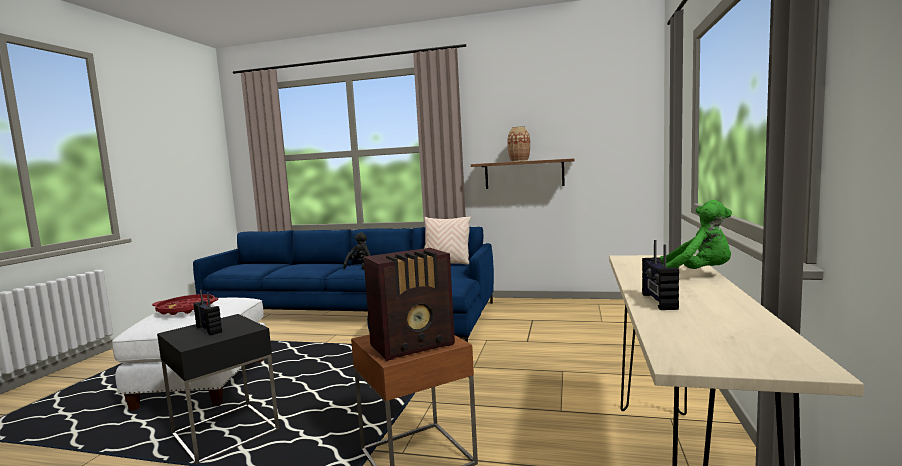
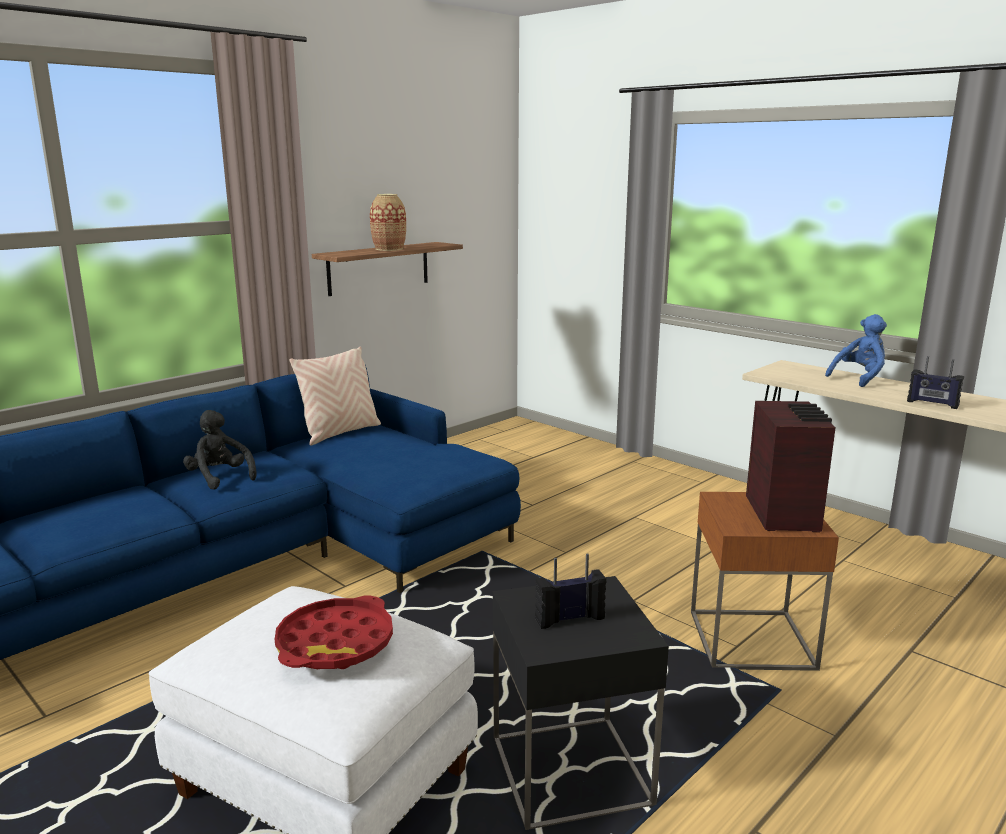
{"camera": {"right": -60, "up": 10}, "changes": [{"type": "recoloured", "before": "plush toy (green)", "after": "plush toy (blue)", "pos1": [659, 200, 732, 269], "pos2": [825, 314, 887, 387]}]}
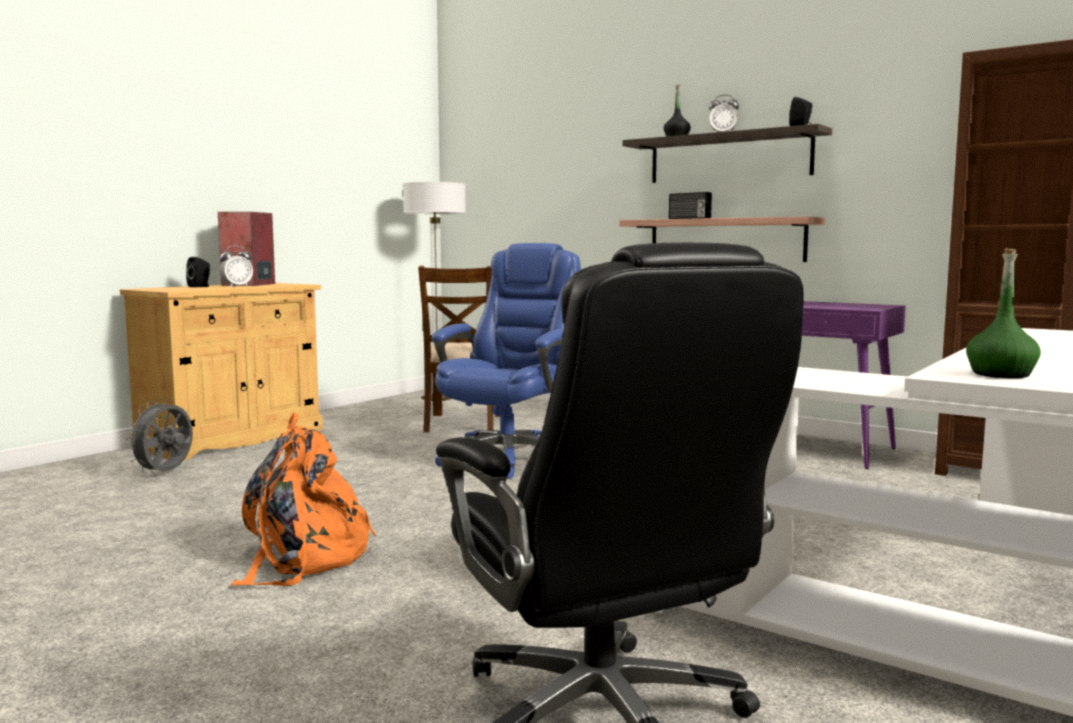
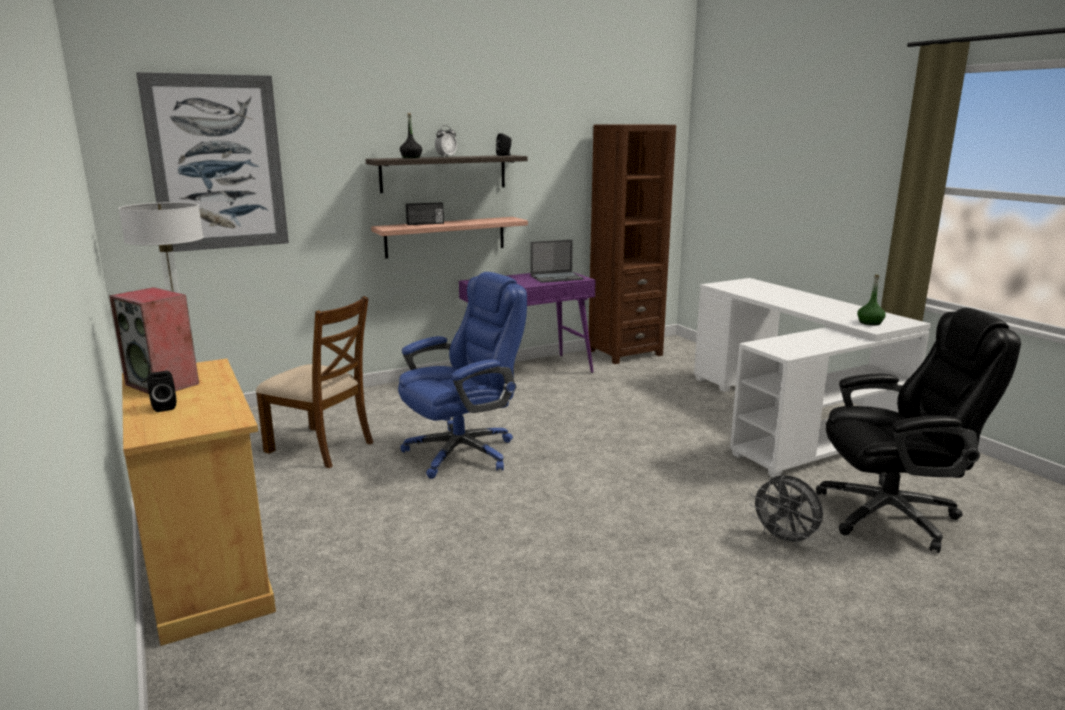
{"camera": {"right": -65, "up": 10}, "changes": [{"type": "turned", "before": "office chair (blue)", "pos1": [432, 243, 581, 479], "pos2": [398, 272, 527, 479], "turn": 90}, {"type": "removed", "before": "alarm clock", "pos1": [219, 246, 253, 288]}, {"type": "moved", "before": "fan (grey)", "pos1": [125, 399, 193, 475], "pos2": [749, 475, 823, 547]}, {"type": "removed", "before": "backpack (orange)", "pos1": [231, 413, 376, 586]}, {"type": "added", "after": "picture", "pos2": [136, 72, 289, 252]}, {"type": "added", "after": "laptop", "pos2": [530, 240, 584, 283]}]}
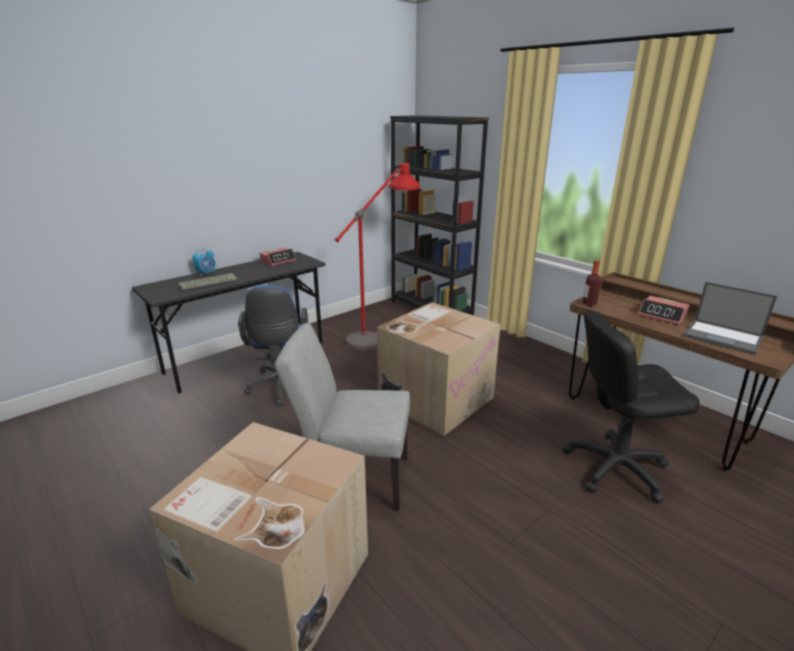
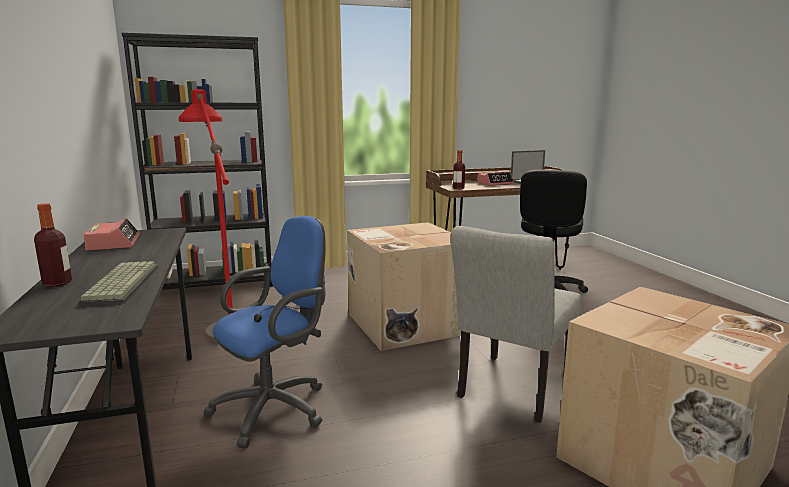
{"camera": {"right": -65, "up": -10}, "changes": [{"type": "replaced", "before": "alarm clock", "after": "bottle", "pos1": [192, 249, 216, 276], "pos2": [34, 203, 72, 287]}, {"type": "turned", "before": "office chair (blue)", "pos1": [238, 286, 308, 406], "pos2": [203, 216, 326, 448], "turn": -60}]}
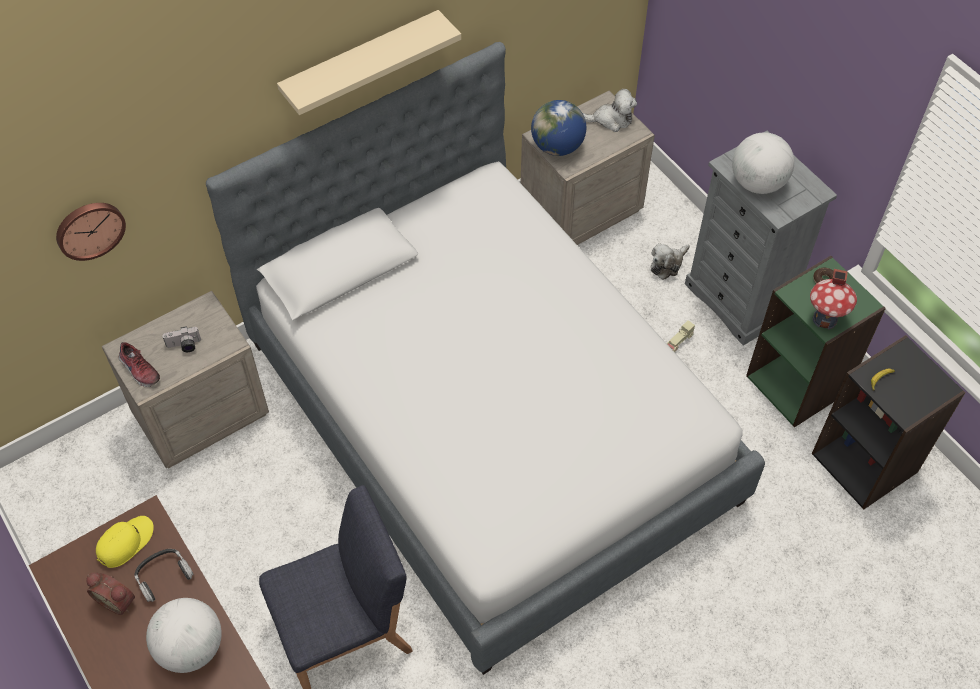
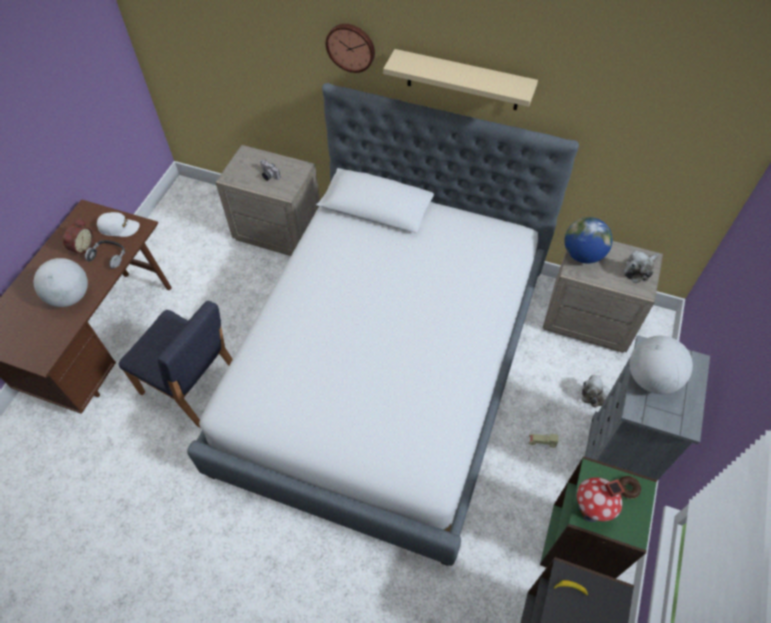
{"camera": {"right": 55, "up": 0}, "changes": [{"type": "turned", "before": "plush toy", "pos1": [583, 89, 637, 132], "pos2": [624, 250, 659, 283], "turn": 90}, {"type": "moved", "before": "wall clock", "pos1": [56, 203, 126, 261], "pos2": [326, 24, 375, 73]}, {"type": "removed", "before": "shoe", "pos1": [118, 342, 160, 387]}, {"type": "recoloured", "before": "cap (yellow)", "after": "cap (white)", "pos1": [96, 516, 154, 568], "pos2": [97, 212, 140, 237]}, {"type": "turned", "before": "alarm clock", "pos1": [86, 572, 135, 615], "pos2": [63, 218, 94, 256], "turn": -150}]}
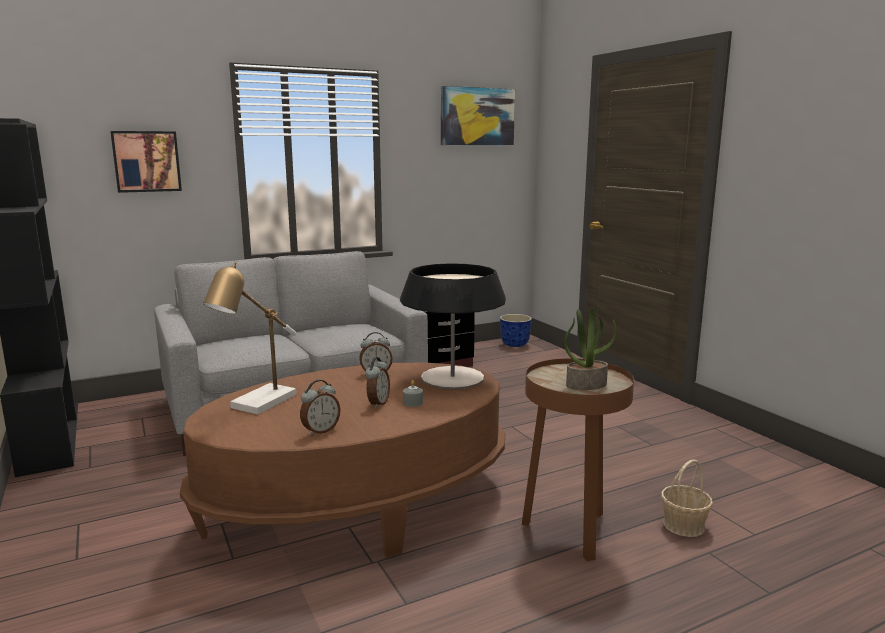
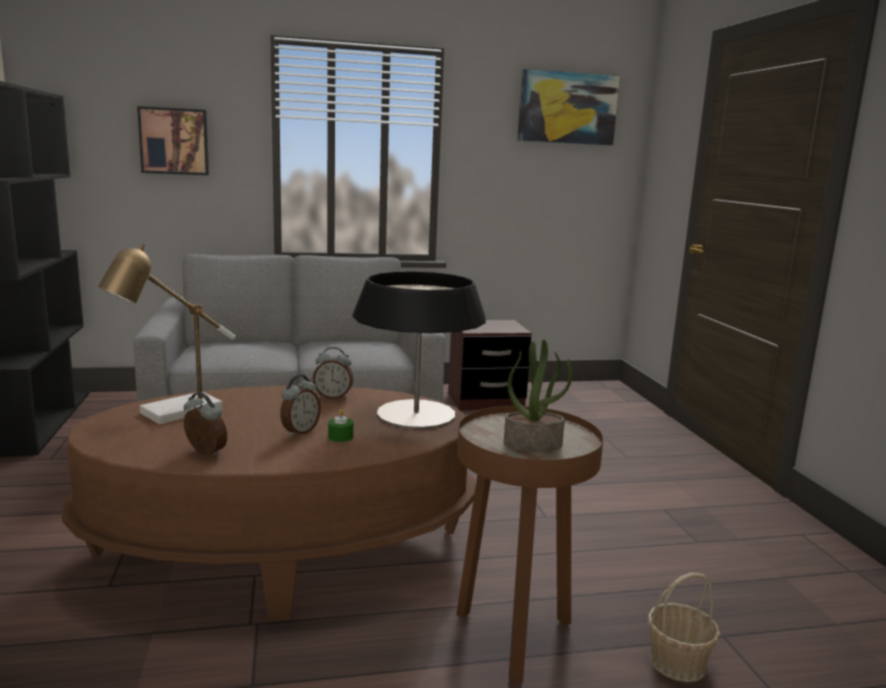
{"camera": {"right": 15, "up": 0}, "changes": [{"type": "removed", "before": "planter", "pos1": [500, 314, 532, 347]}, {"type": "turned", "before": "alarm clock", "pos1": [300, 380, 340, 436], "pos2": [184, 392, 227, 456], "turn": -120}, {"type": "recoloured", "before": "candle (grey)", "after": "candle (green)", "pos1": [403, 380, 423, 407], "pos2": [328, 409, 353, 442]}]}
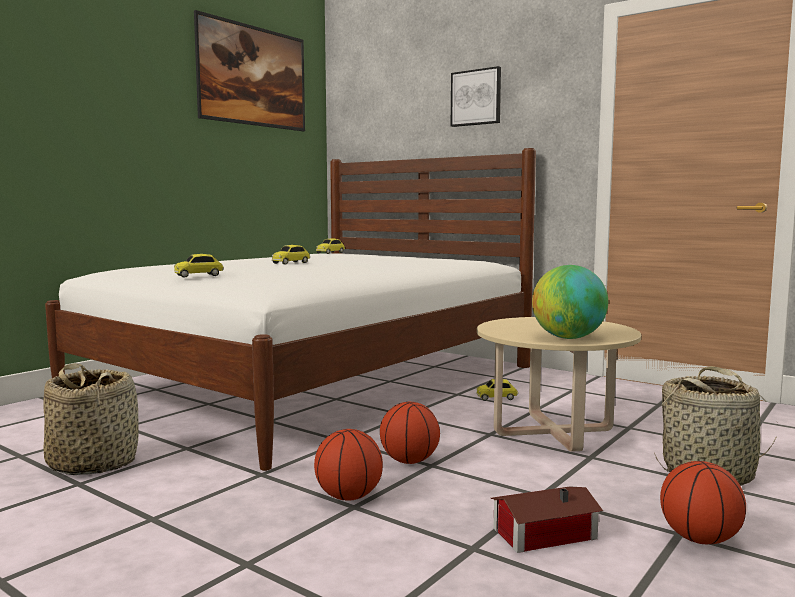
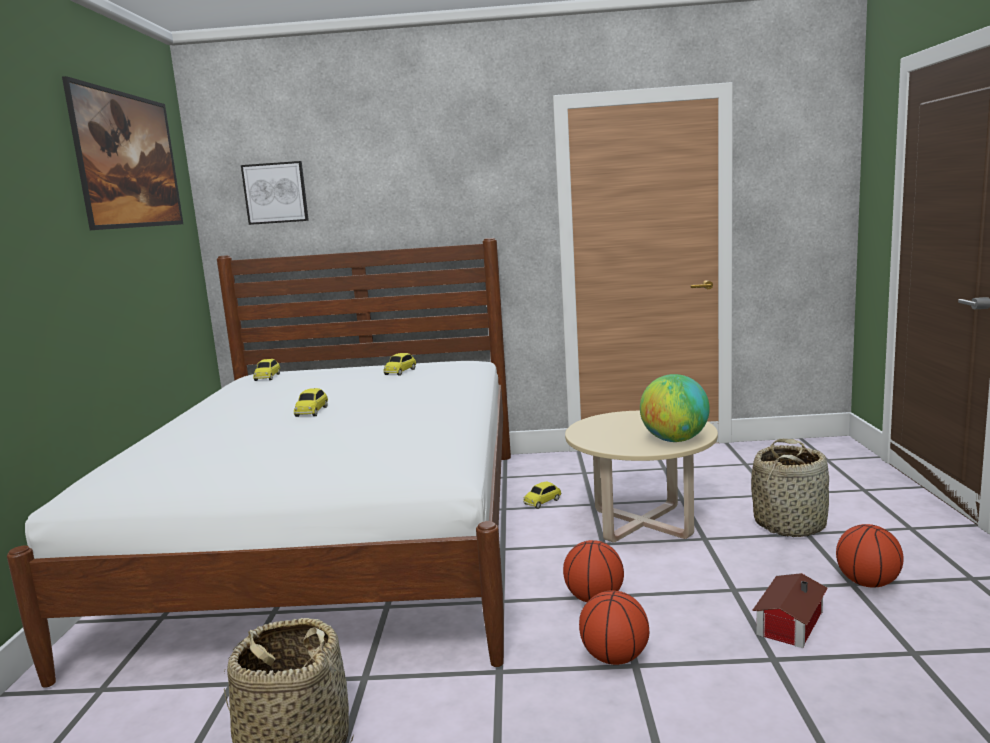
{"camera": {"right": -35, "up": 5}, "changes": [{"type": "moved", "before": "picture", "pos1": [451, 66, 501, 127], "pos2": [241, 161, 309, 225]}, {"type": "moved", "before": "toy car", "pos1": [174, 254, 224, 278], "pos2": [383, 353, 417, 376]}]}
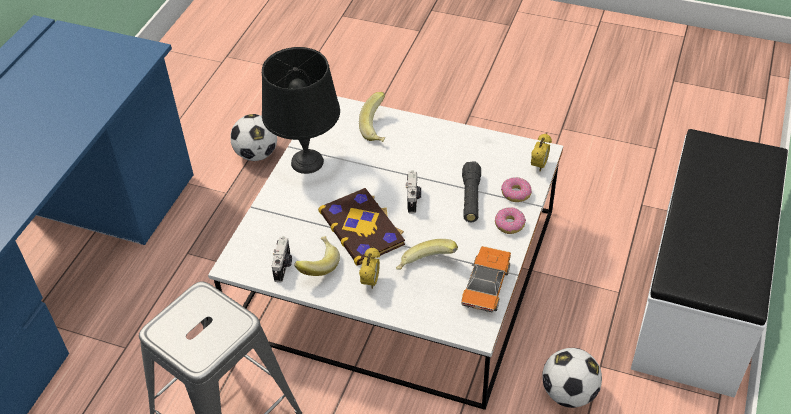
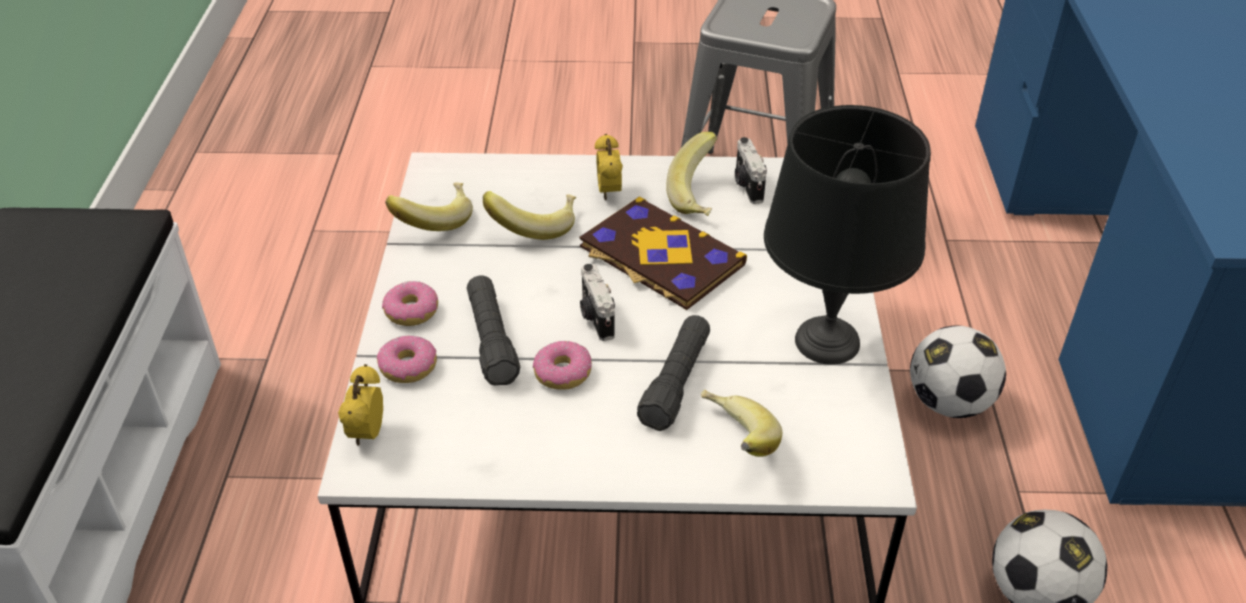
{"camera": {"right": 160, "up": -5}, "changes": [{"type": "replaced", "before": "toy car", "after": "banana", "pos1": [461, 246, 511, 313], "pos2": [385, 182, 473, 231]}, {"type": "moved", "before": "football", "pos1": [542, 348, 602, 408], "pos2": [910, 325, 1006, 418]}, {"type": "added", "after": "flashlight (black)", "pos2": [637, 315, 710, 431]}, {"type": "added", "after": "donut", "pos2": [533, 341, 592, 390]}]}
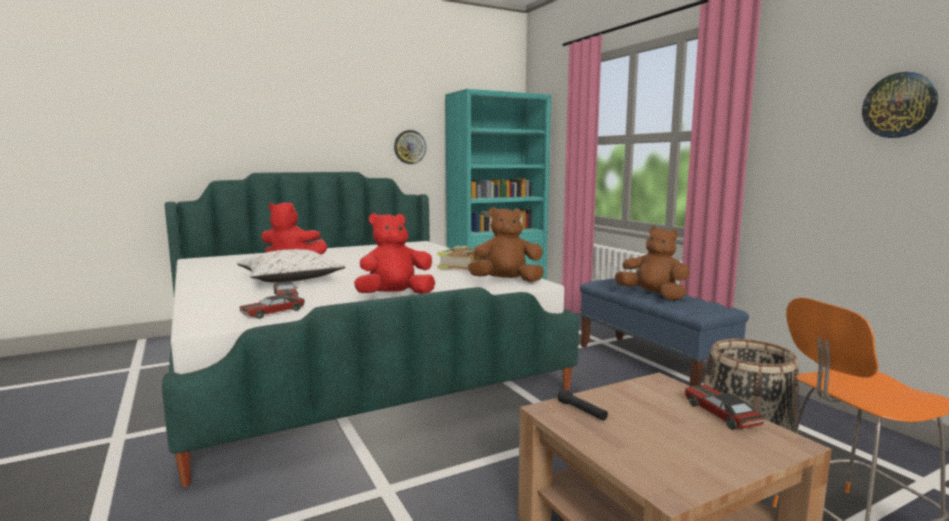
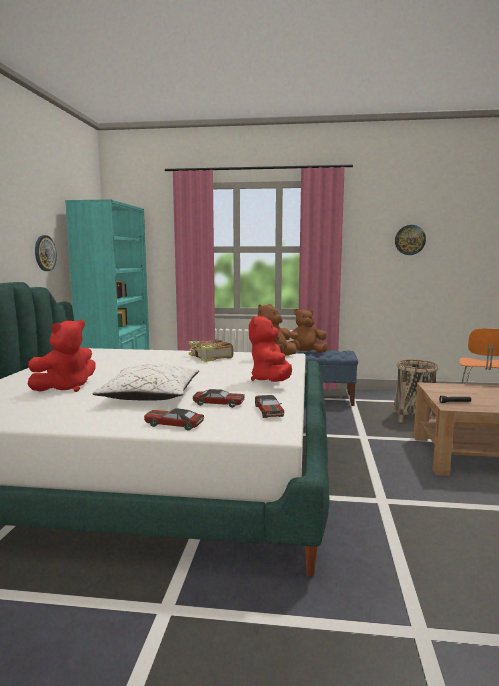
{"camera": {"right": -55, "up": 0}, "changes": [{"type": "moved", "before": "toy car", "pos1": [685, 385, 765, 430], "pos2": [144, 408, 204, 431]}]}
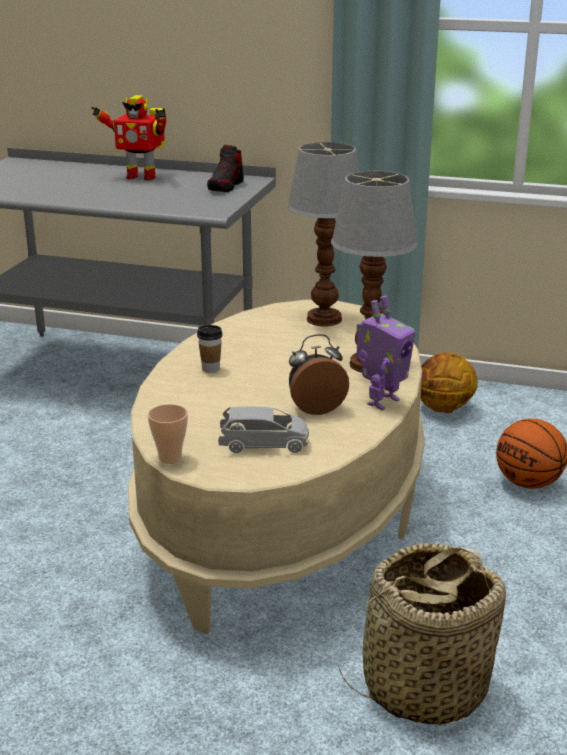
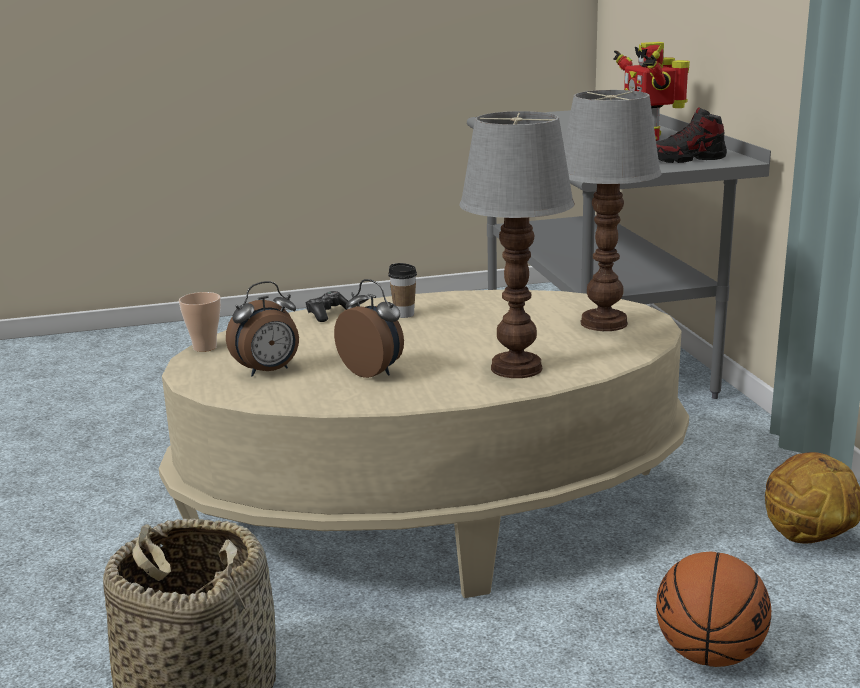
{"camera": {"right": 60, "up": -5}, "changes": [{"type": "removed", "before": "toy robot", "pos1": [357, 296, 415, 410]}, {"type": "replaced", "before": "toy car (grey)", "after": "alarm clock", "pos1": [218, 407, 309, 453], "pos2": [226, 281, 299, 377]}, {"type": "added", "after": "game controller", "pos2": [305, 291, 348, 322]}]}
